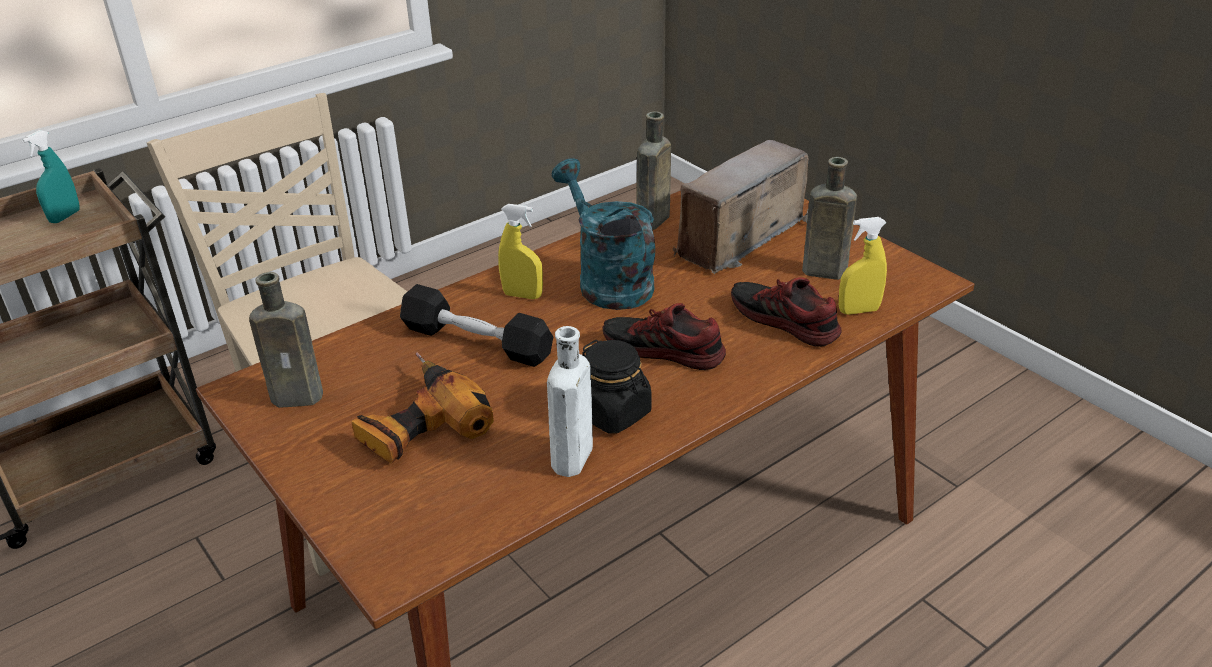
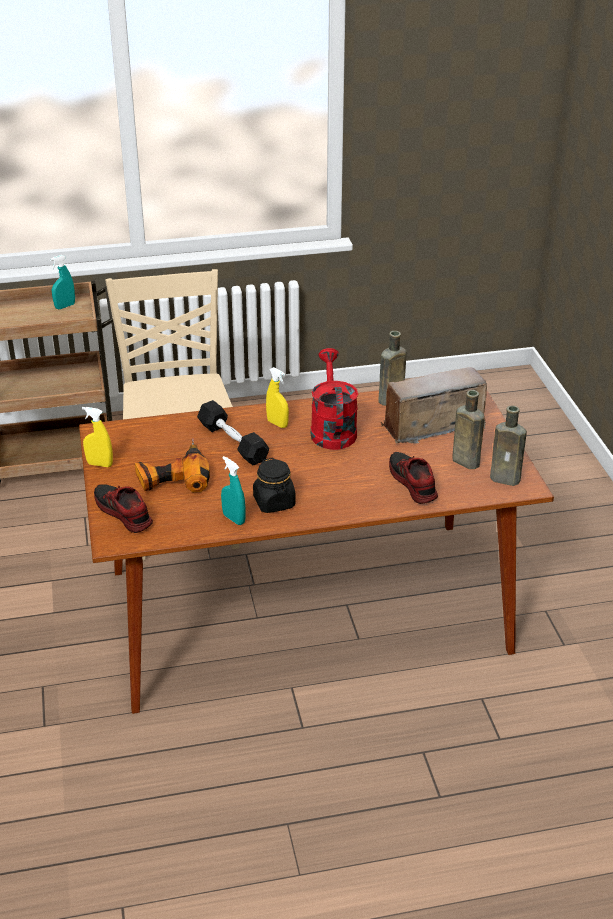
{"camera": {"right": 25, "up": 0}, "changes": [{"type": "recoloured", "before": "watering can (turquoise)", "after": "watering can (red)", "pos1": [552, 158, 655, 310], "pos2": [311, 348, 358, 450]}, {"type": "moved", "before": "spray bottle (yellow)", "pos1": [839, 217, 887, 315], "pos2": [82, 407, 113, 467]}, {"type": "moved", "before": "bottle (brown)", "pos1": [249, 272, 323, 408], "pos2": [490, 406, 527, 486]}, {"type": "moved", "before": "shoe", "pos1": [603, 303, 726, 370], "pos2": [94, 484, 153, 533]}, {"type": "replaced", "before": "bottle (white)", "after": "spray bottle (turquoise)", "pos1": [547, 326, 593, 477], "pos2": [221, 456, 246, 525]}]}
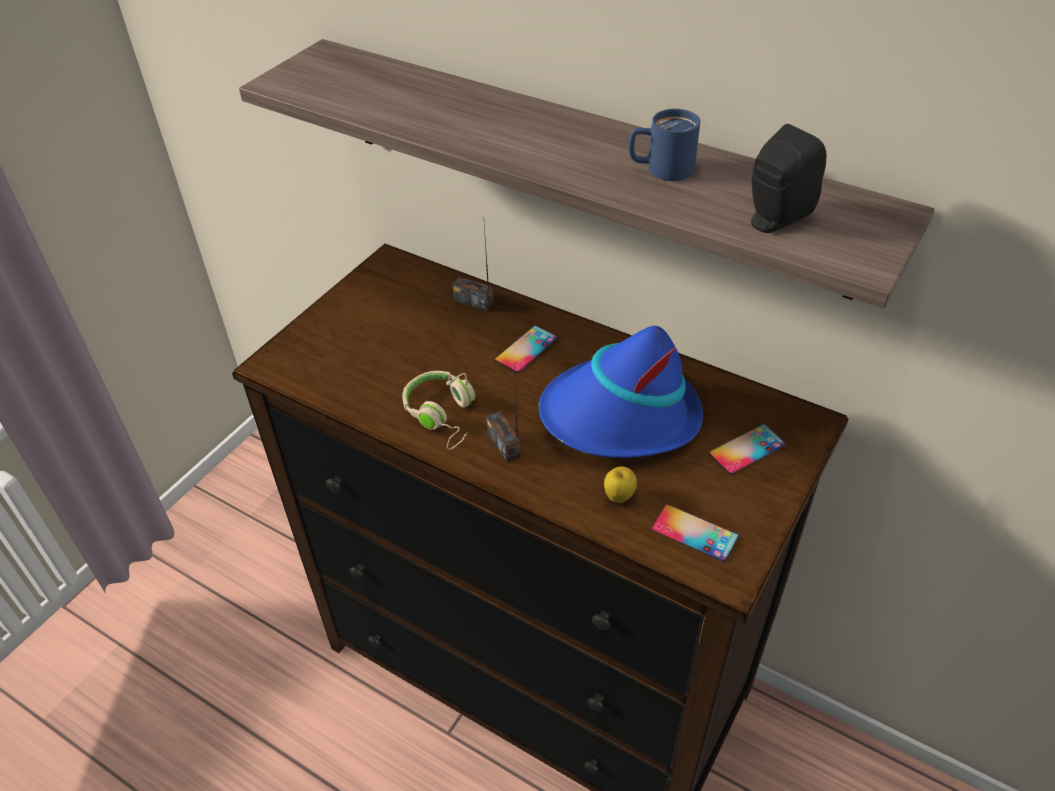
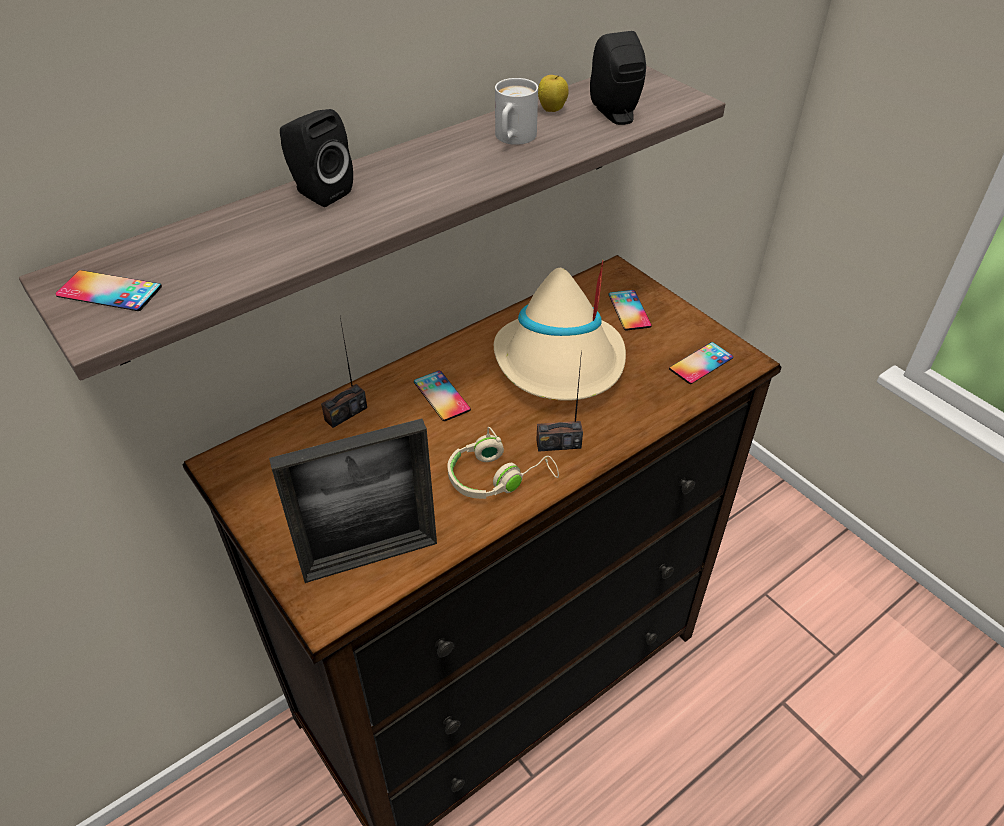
{"camera": {"right": -70, "up": 0}, "changes": [{"type": "recoloured", "before": "mug (blue)", "after": "mug (white)", "pos1": [629, 109, 700, 181], "pos2": [495, 78, 538, 145]}, {"type": "recoloured", "before": "hat (blue)", "after": "hat (beige)", "pos1": [539, 326, 703, 458], "pos2": [494, 260, 626, 401]}, {"type": "moved", "before": "apple", "pos1": [604, 466, 637, 503], "pos2": [538, 75, 569, 112]}, {"type": "added", "after": "speaker (black)", "pos2": [280, 109, 353, 207]}, {"type": "added", "after": "phone", "pos2": [55, 270, 162, 311]}, {"type": "added", "after": "picture frame", "pos2": [269, 418, 437, 583]}]}
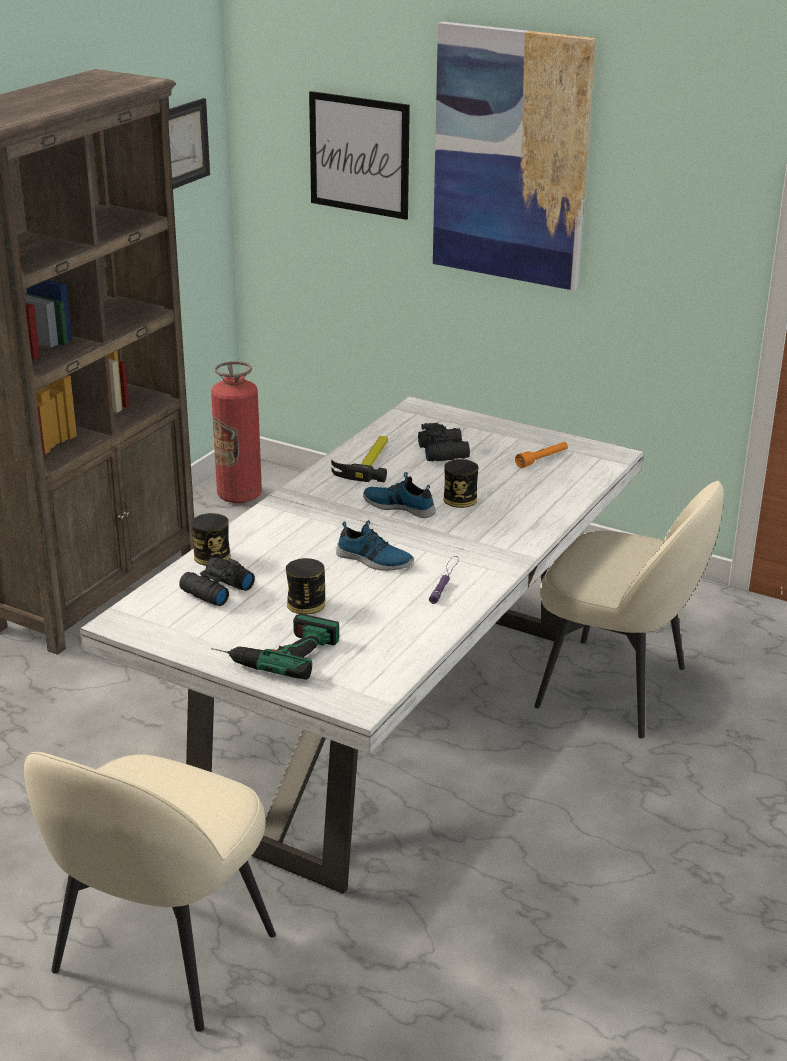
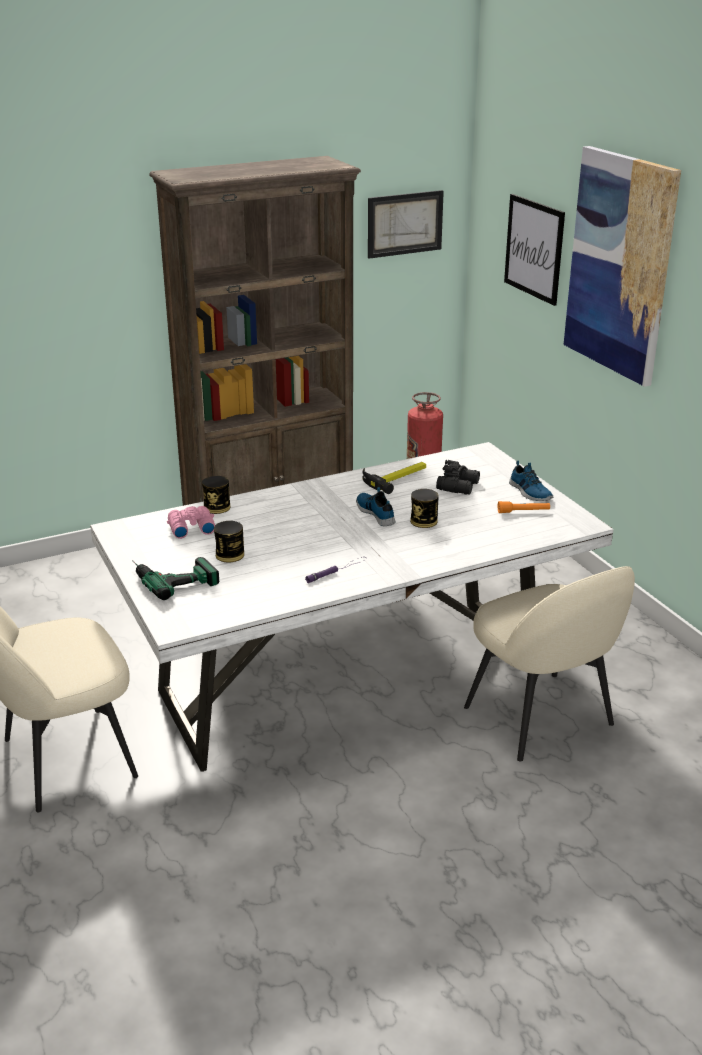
{"camera": {"right": 35, "up": 0}, "changes": [{"type": "moved", "before": "shoe", "pos1": [336, 520, 414, 571], "pos2": [509, 461, 553, 501]}, {"type": "recoloured", "before": "binoculars (black)", "after": "binoculars (pink)", "pos1": [179, 557, 255, 606], "pos2": [167, 506, 215, 539]}]}
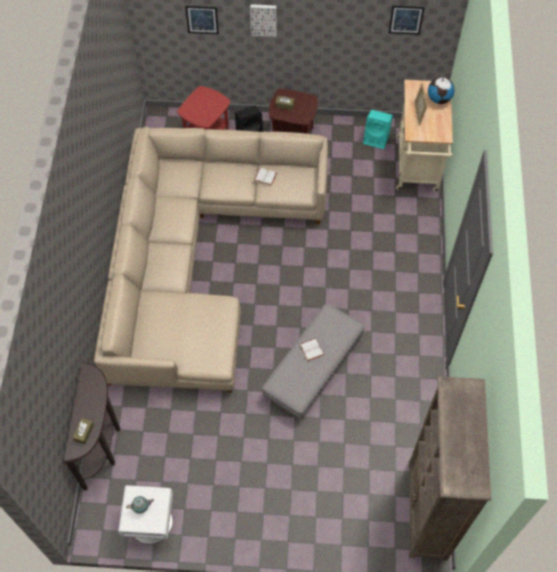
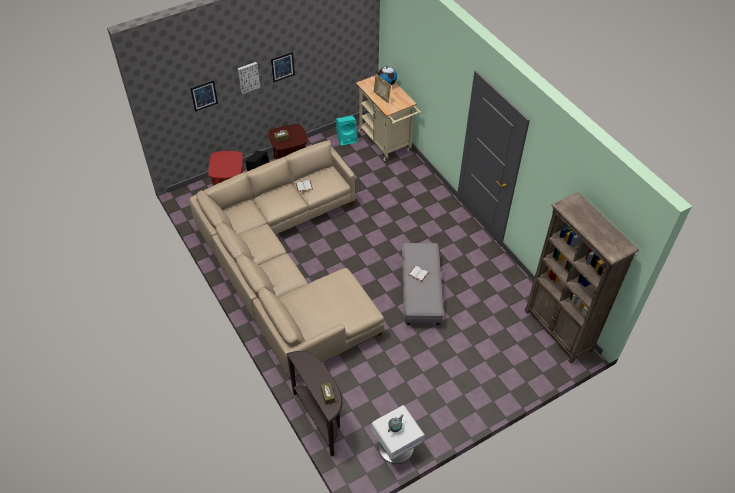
{"camera": {"right": -35, "up": -10}, "changes": [{"type": "moved", "before": "picture", "pos1": [388, 5, 425, 35], "pos2": [271, 52, 295, 82]}]}
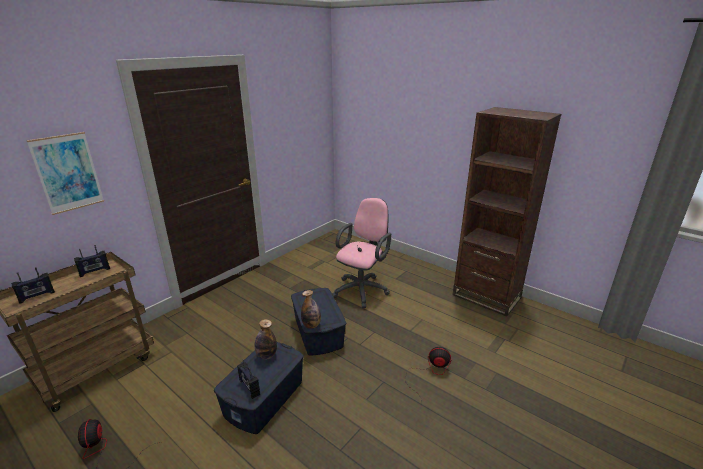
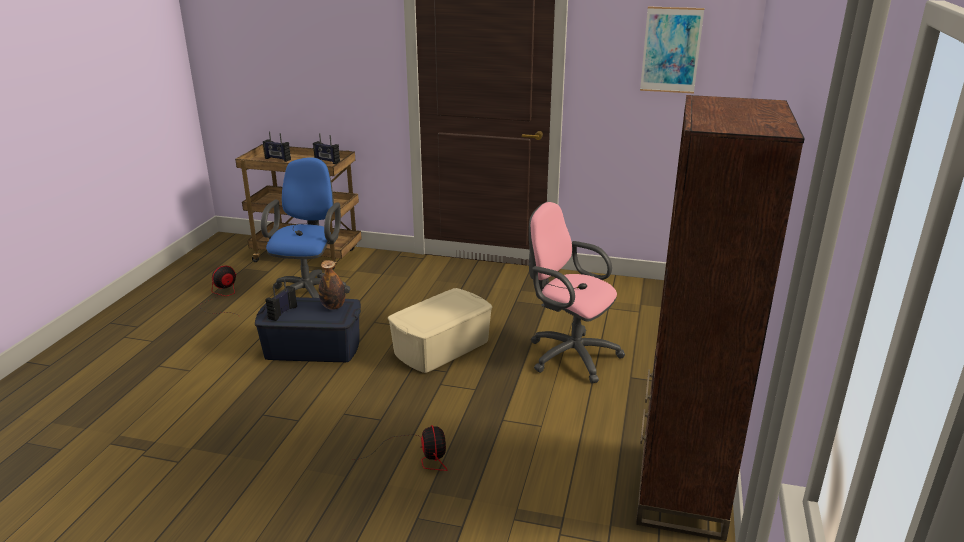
{"camera": {"right": 65, "up": 0}, "changes": [{"type": "moved", "before": "picture", "pos1": [26, 132, 104, 215], "pos2": [640, 6, 704, 93]}, {"type": "turned", "before": "office chair (pink)", "pos1": [332, 198, 391, 308], "pos2": [529, 202, 625, 383], "turn": -150}, {"type": "recoloured", "before": "storage box (blue)", "after": "storage box (beige)", "pos1": [291, 288, 346, 356], "pos2": [388, 288, 492, 373]}, {"type": "removed", "before": "bottle", "pos1": [301, 290, 321, 328]}, {"type": "added", "after": "office chair (blue)", "pos2": [261, 157, 350, 298]}]}
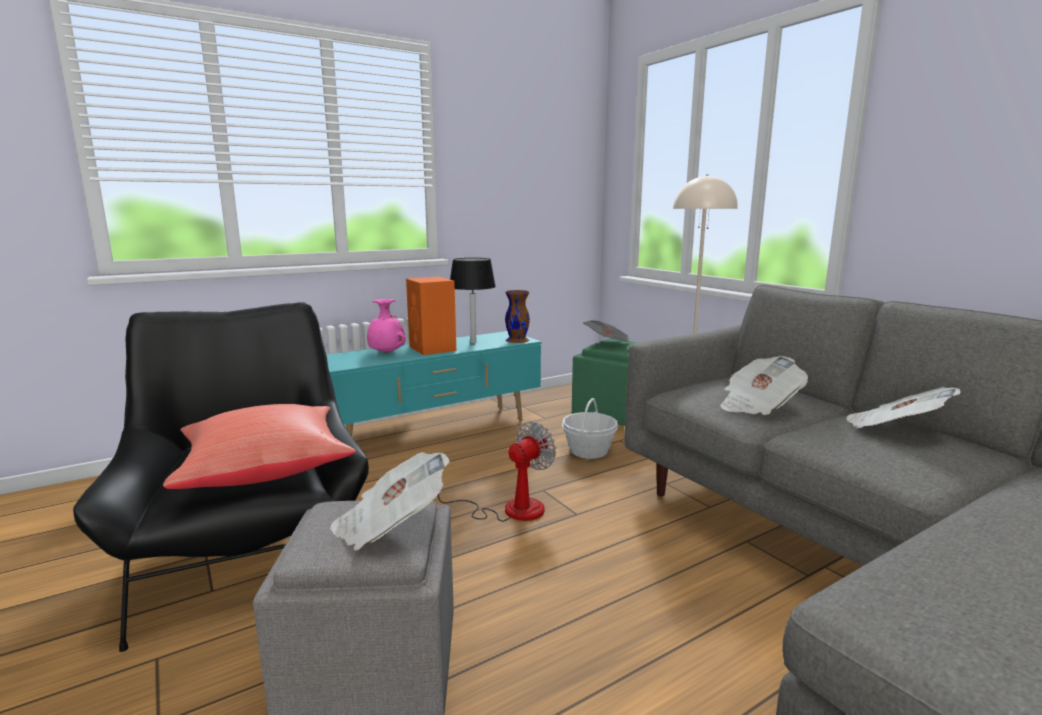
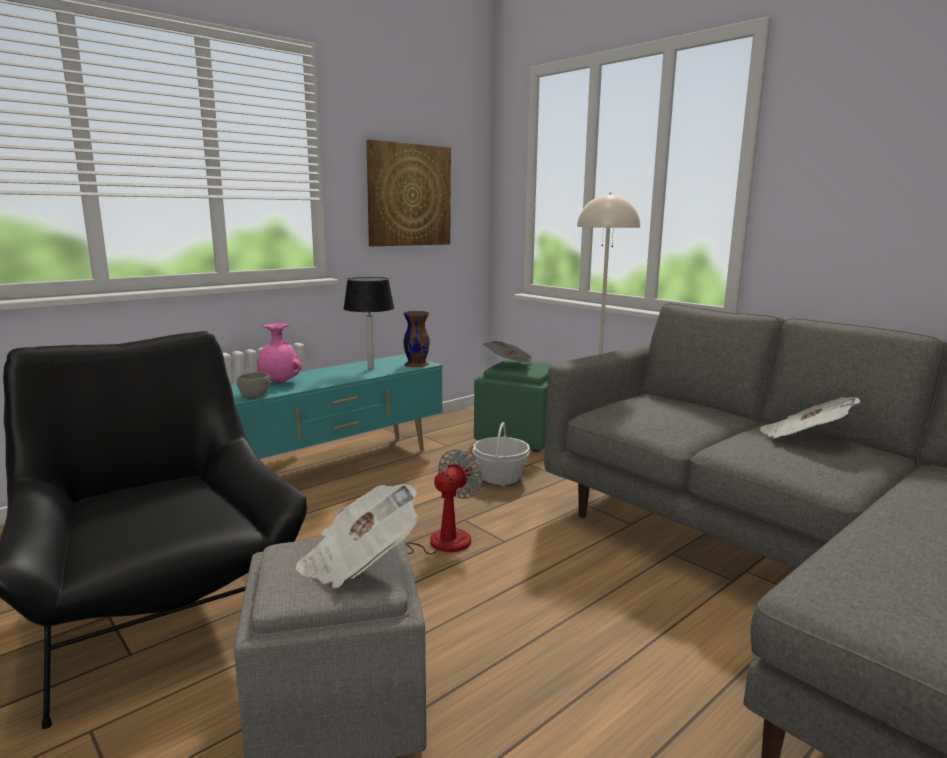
{"camera": {"right": -10, "up": 0}, "changes": [{"type": "removed", "before": "speaker (orange)", "pos1": [406, 277, 456, 355]}, {"type": "removed", "before": "newspaper", "pos1": [720, 356, 808, 415]}, {"type": "removed", "before": "pillow (red)", "pos1": [163, 404, 356, 489]}, {"type": "added", "after": "picture", "pos2": [366, 139, 451, 246]}, {"type": "added", "after": "bowl (grey)", "pos2": [237, 372, 270, 398]}]}
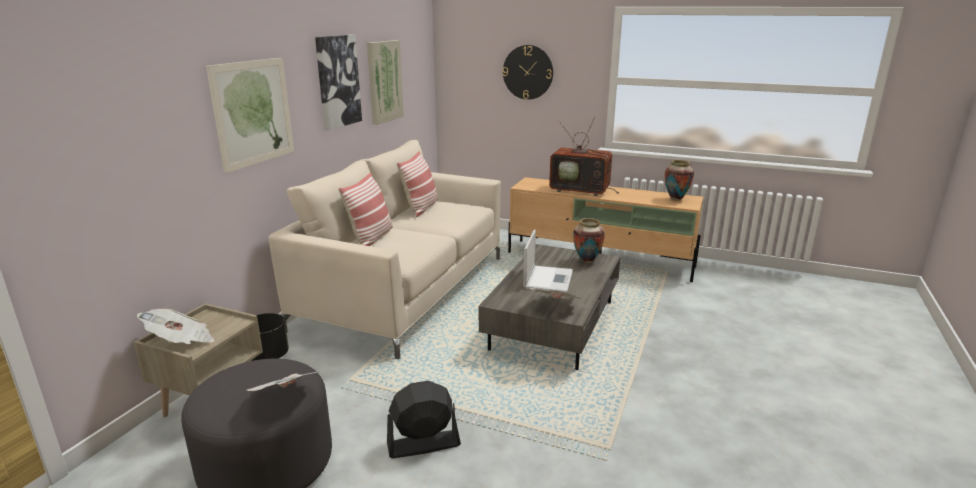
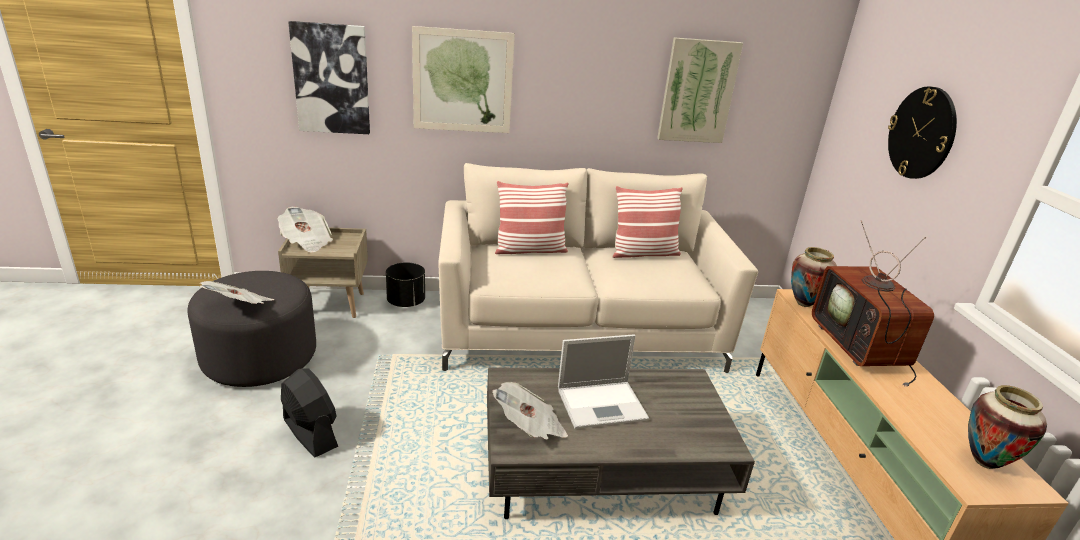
{"camera": {"right": 60, "up": 5}, "changes": [{"type": "moved", "before": "picture", "pos1": [315, 35, 362, 130], "pos2": [288, 21, 370, 134]}, {"type": "moved", "before": "vase", "pos1": [573, 218, 605, 264], "pos2": [791, 247, 837, 307]}]}
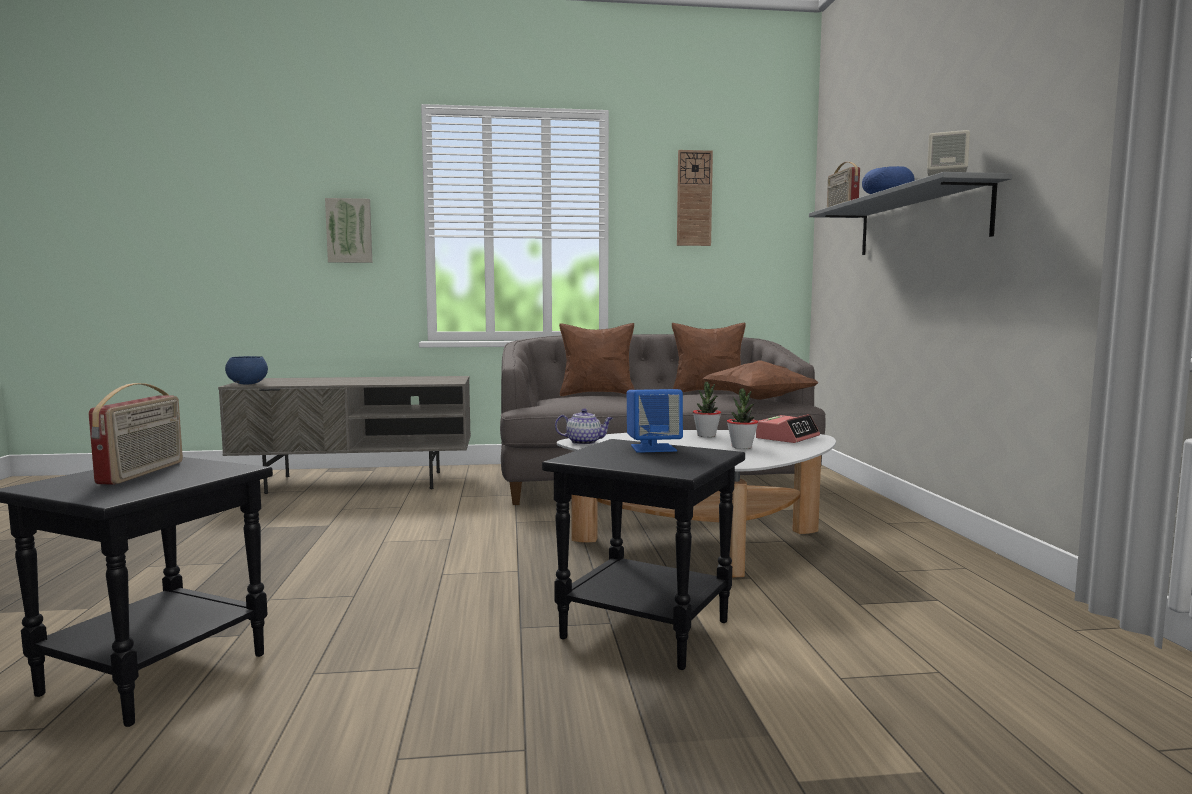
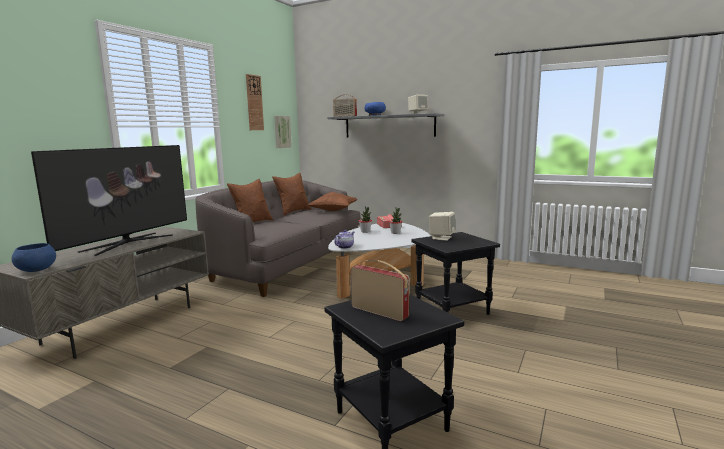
{"camera": {"right": -55, "up": 5}, "changes": [{"type": "moved", "before": "picture", "pos1": [325, 198, 372, 263], "pos2": [274, 116, 292, 148]}, {"type": "recoloured", "before": "speaker (blue)", "after": "speaker (beige)", "pos1": [627, 389, 683, 453], "pos2": [429, 212, 456, 241]}, {"type": "added", "after": "television", "pos2": [31, 145, 187, 256]}]}
